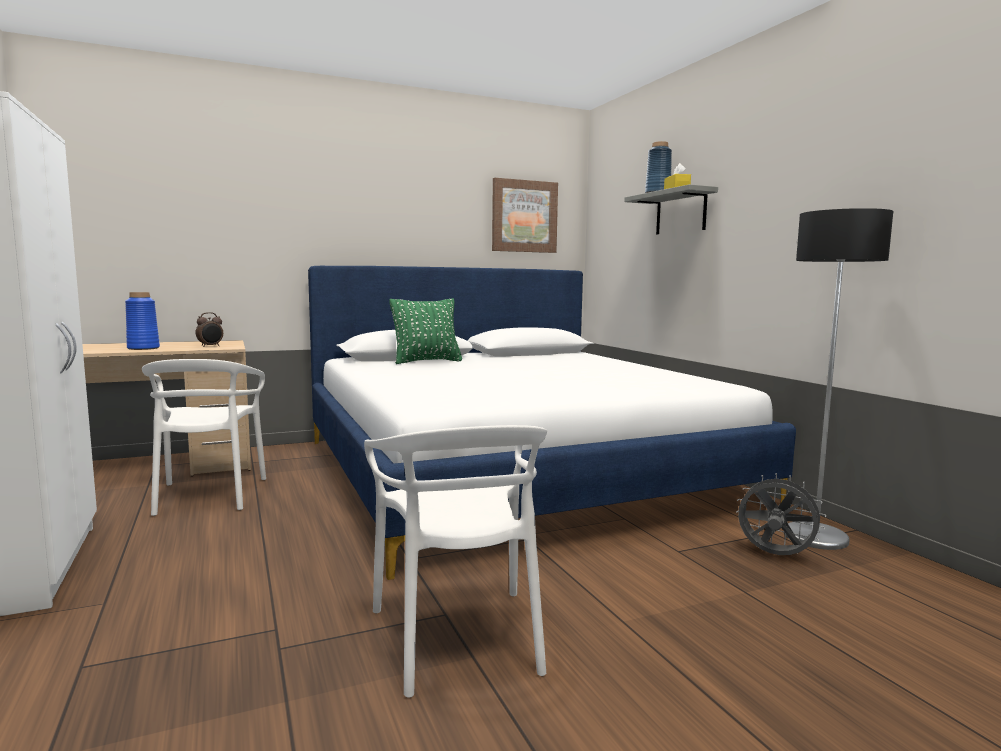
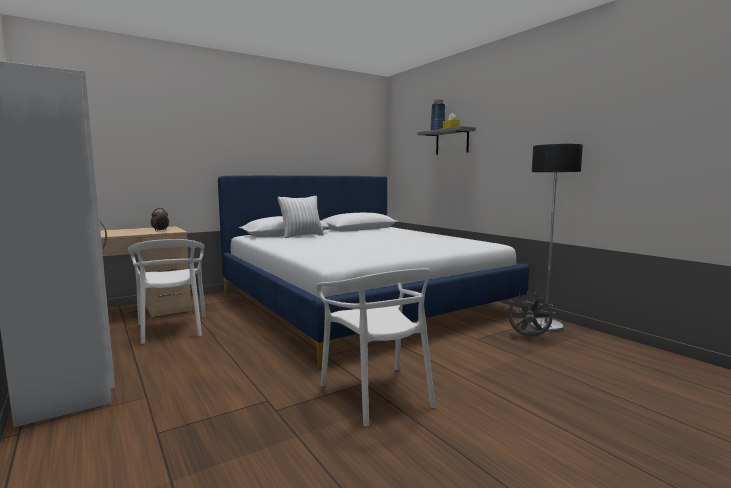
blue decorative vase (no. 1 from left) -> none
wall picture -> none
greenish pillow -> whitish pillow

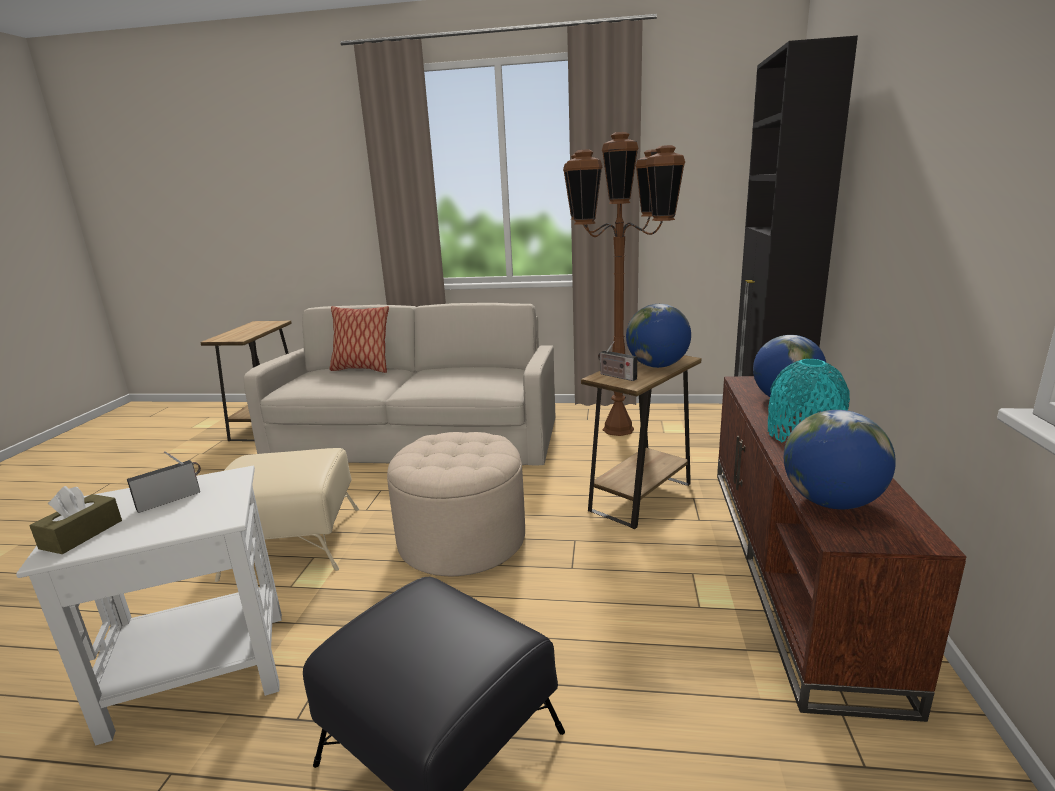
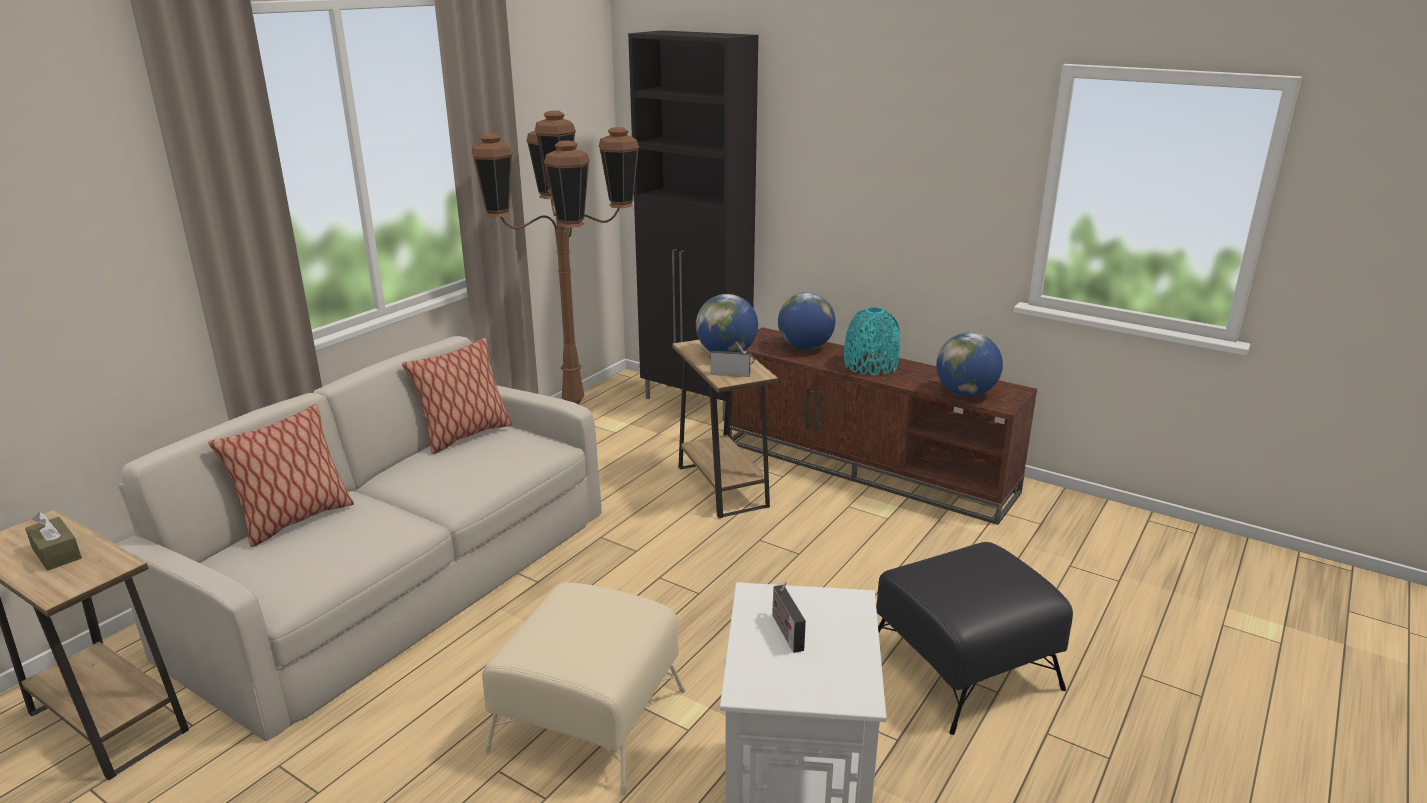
beige-coloured pouffe (no. 2 from left) -> none
none -> pillow (no. 2 from left)
brown box of tissues, shifted
radio (no. 2 from left in the first image) -> radio (no. 1 from left), 150 degrees counterclockwise

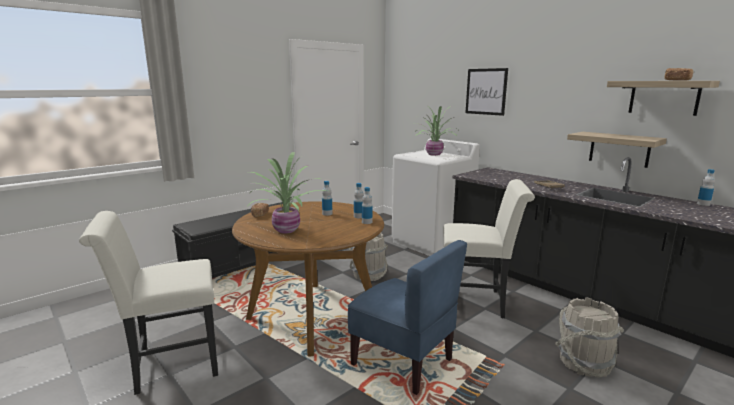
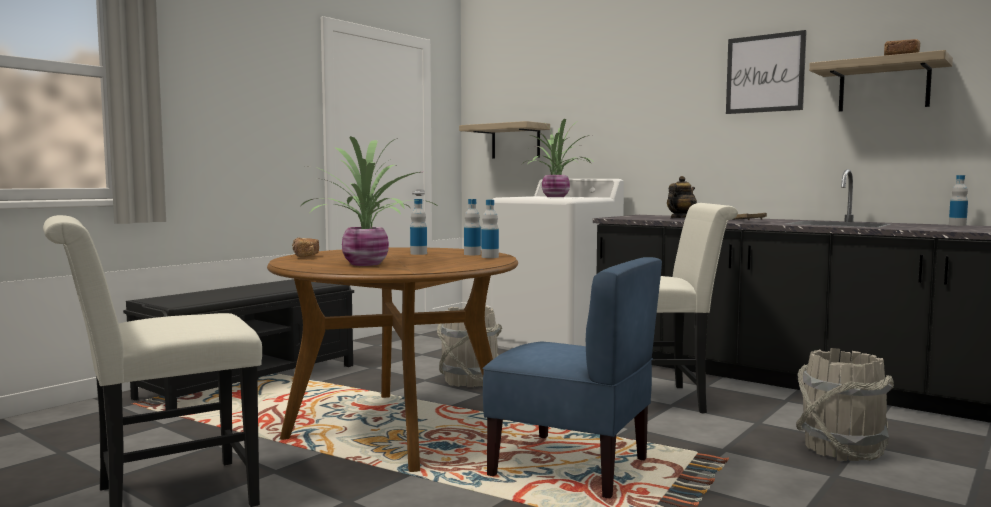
none -> pot for tea
wall picture, shifted
bracket shelf (no. 1 from left), shifted

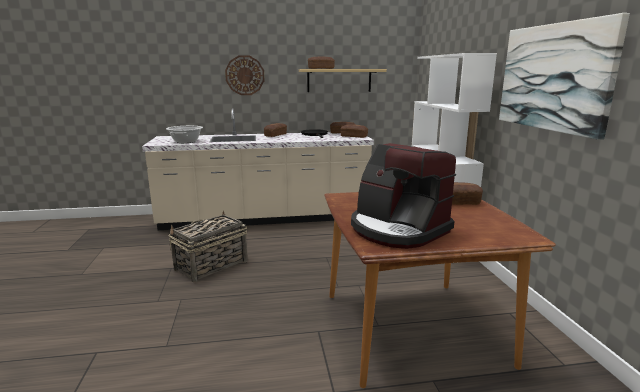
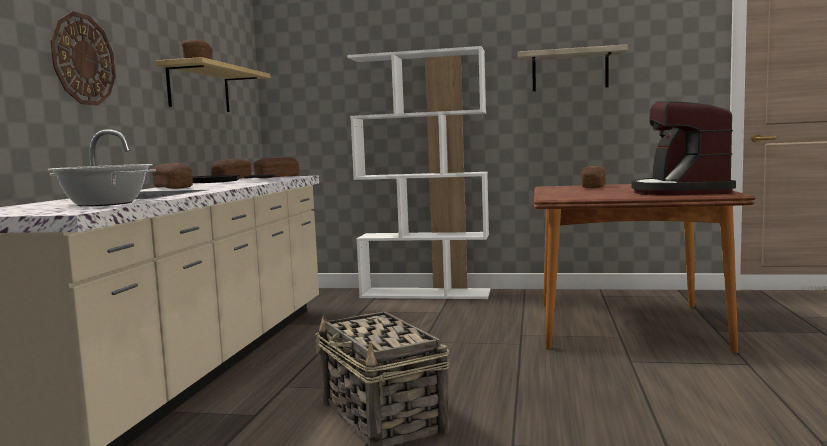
wall picture -> bracket shelf (no. 2 from left)
coffee machine, 120 degrees clockwise

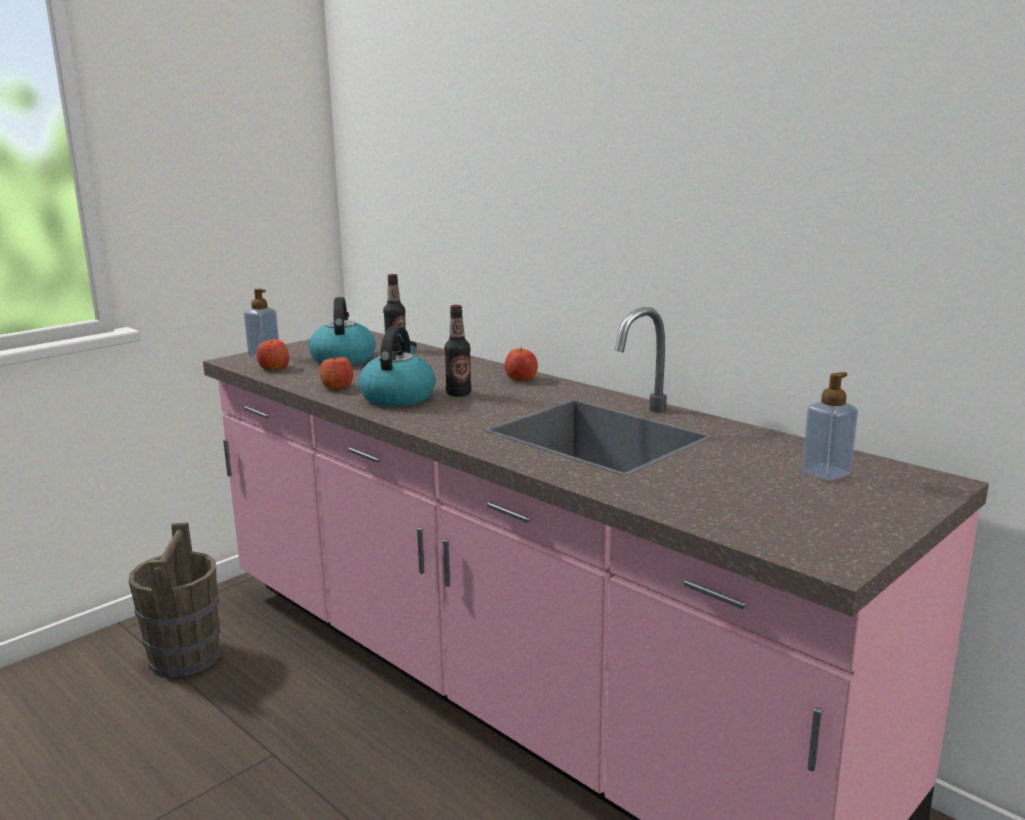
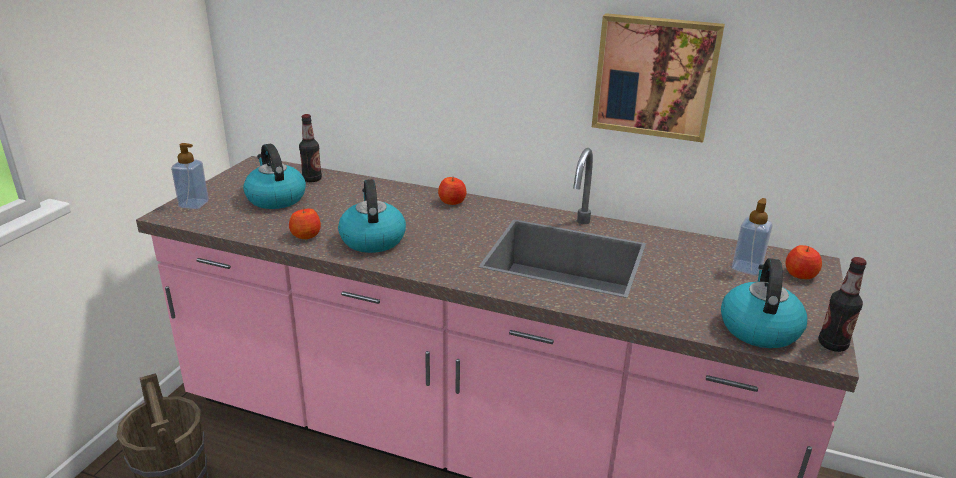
none -> wall picture
none -> kettle (no. 3 from left)
apple fruit (no. 1 from left in the first image) -> apple fruit (no. 3 from left), shifted
drink bottle (no. 2 from left), shifted

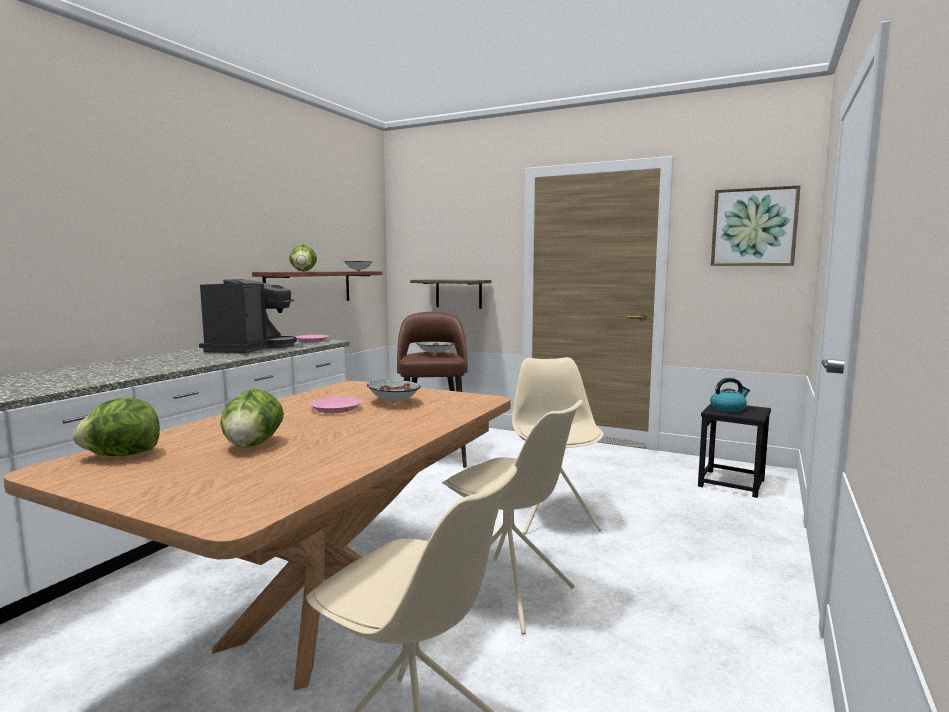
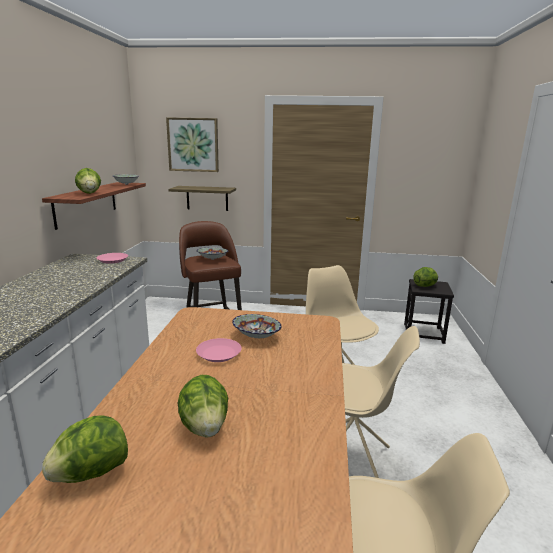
coffee machine -> none
wall picture, shifted
kettle -> lettuce (no. 4 from left)

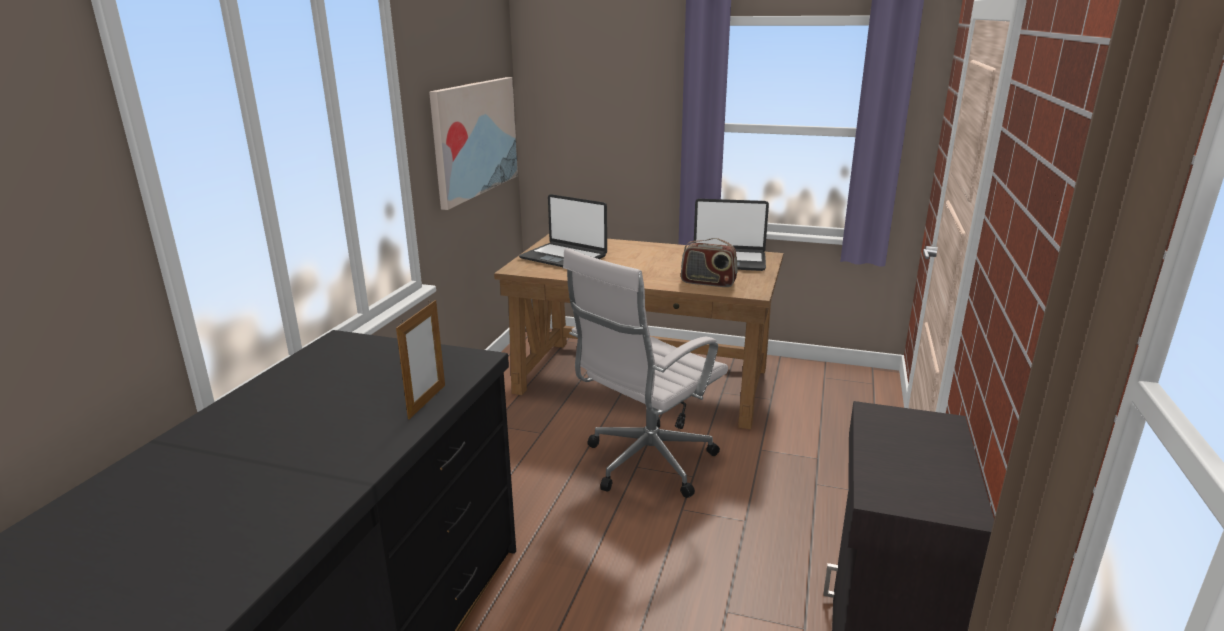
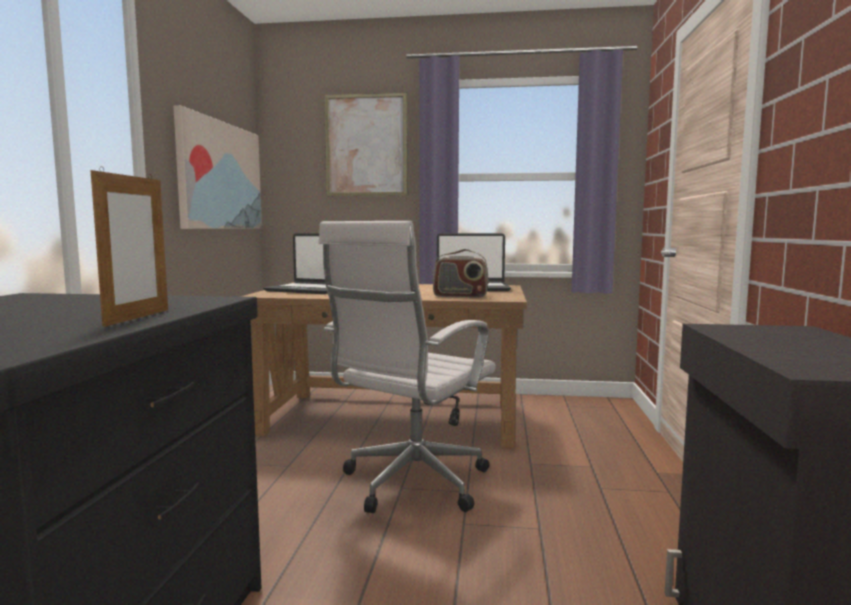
none -> wall picture (no. 2 from left)

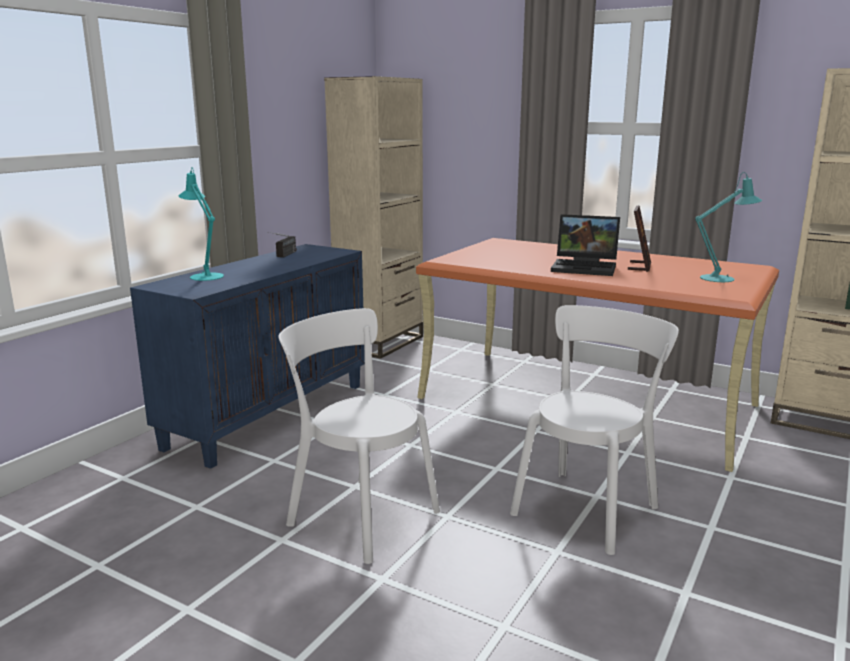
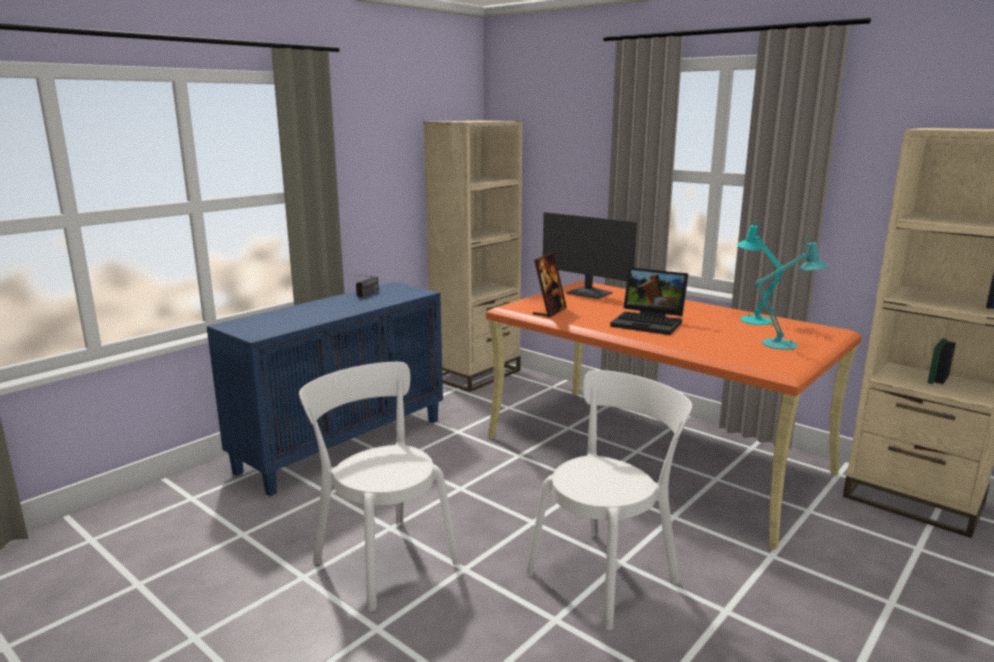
none -> computer display
turquoise-coloured table lamp (no. 1 from left), shifted
standing frame, shifted

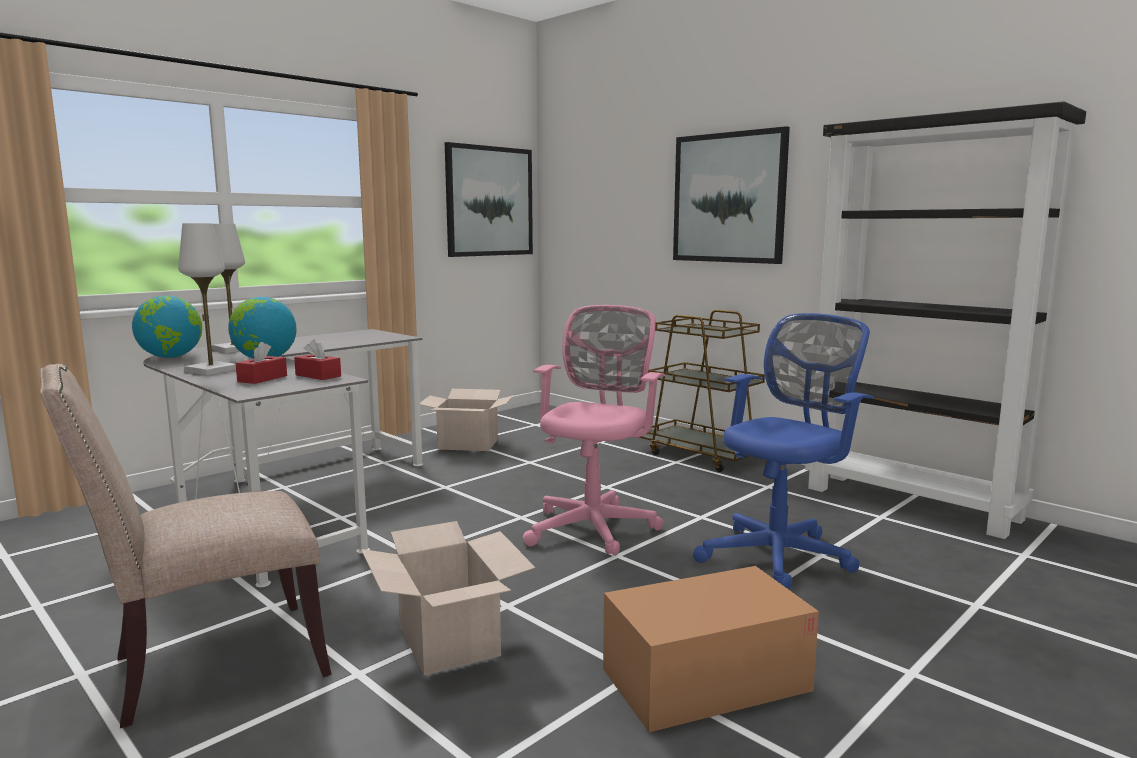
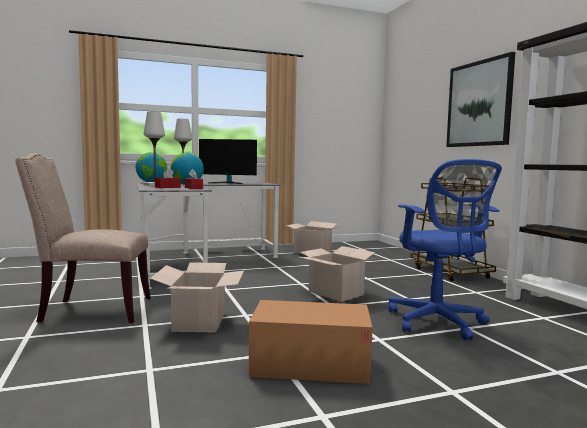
wall picture (no. 1 from left) -> none
none -> computer display
pinkish office chair -> cardboard box (no. 4 from left)
blue office chair, 90 degrees clockwise

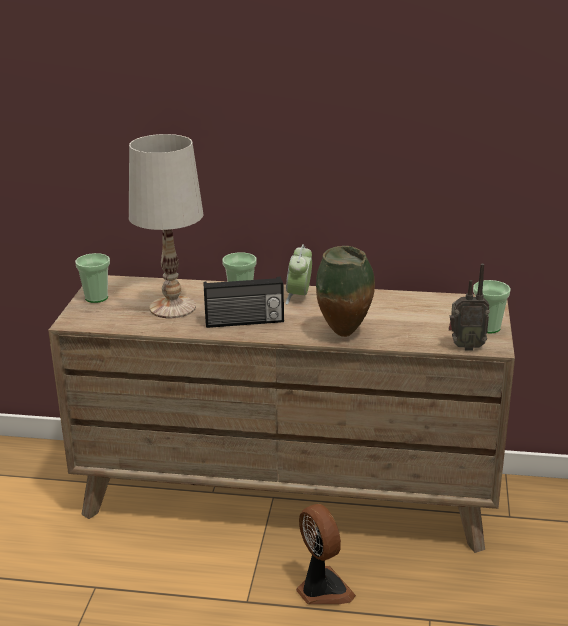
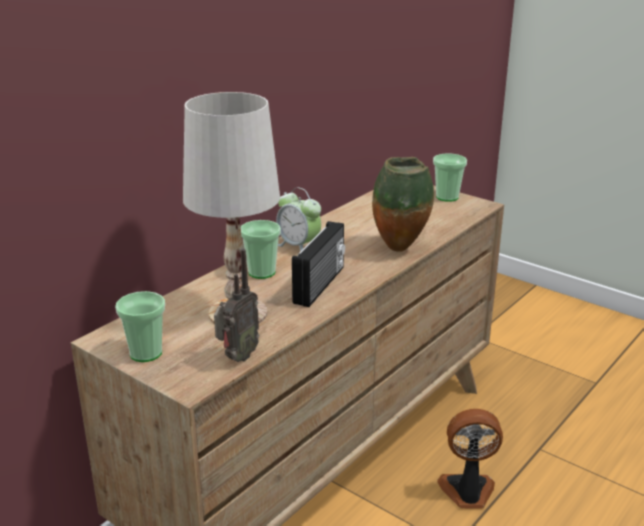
radio (no. 2 from left in the first image) -> radio (no. 1 from left), shifted

